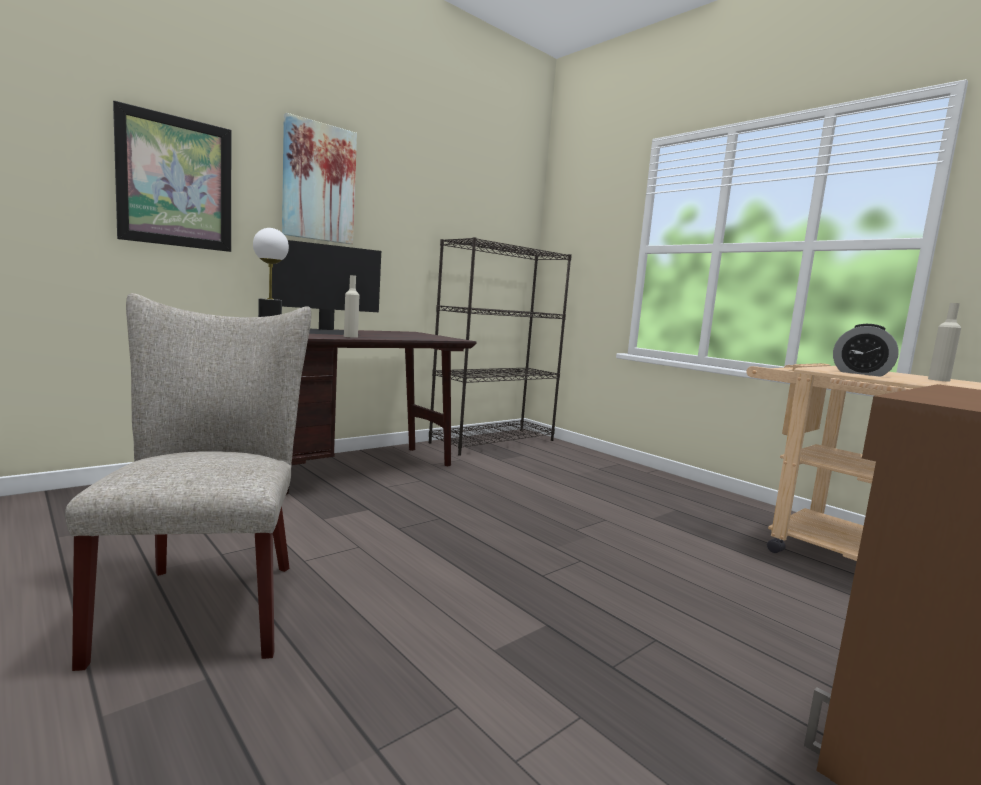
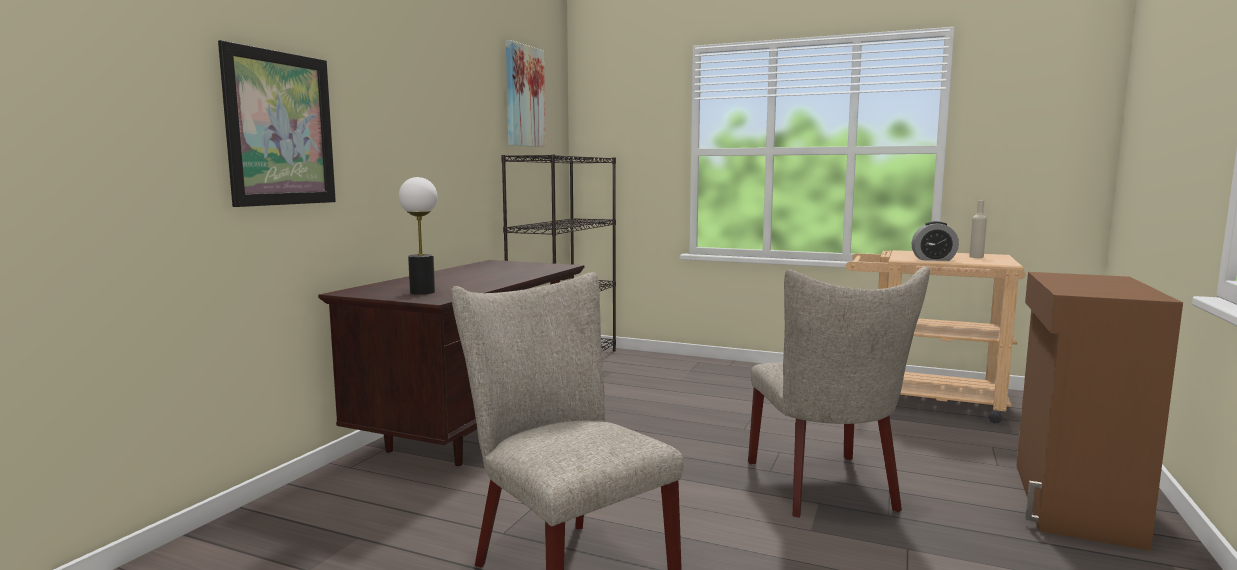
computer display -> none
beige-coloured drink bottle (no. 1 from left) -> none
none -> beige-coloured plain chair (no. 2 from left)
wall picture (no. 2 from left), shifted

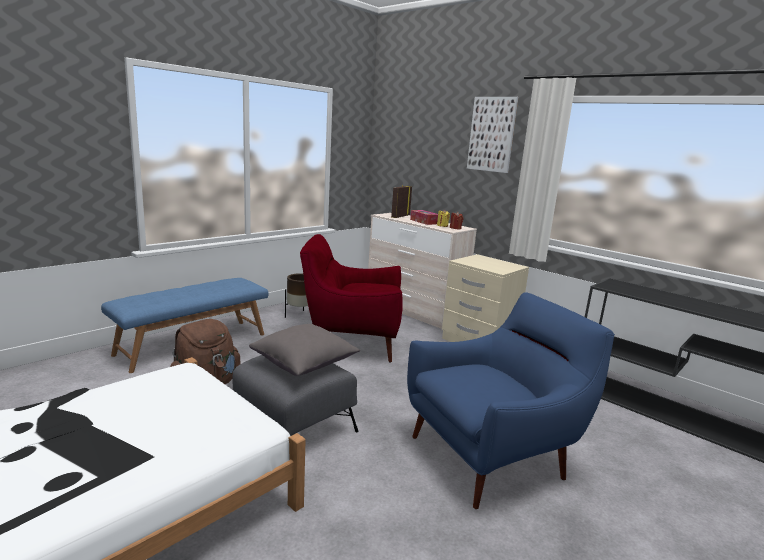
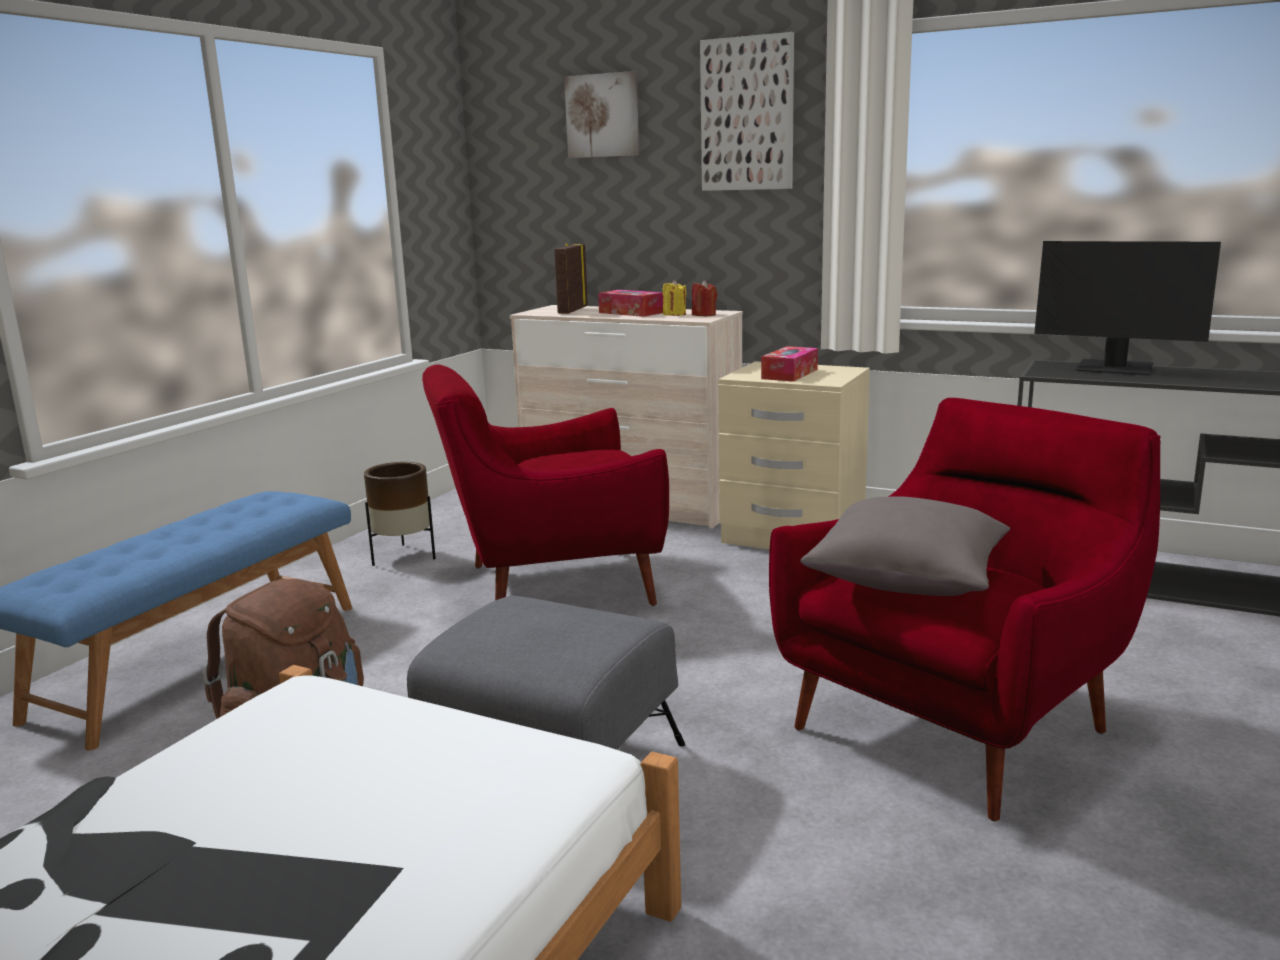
none -> wall picture (no. 1 from left)
none -> box of tissues (no. 2 from left)
none -> computer display
gray pillow, shifted
blue armchair -> red armchair (no. 2 from left)

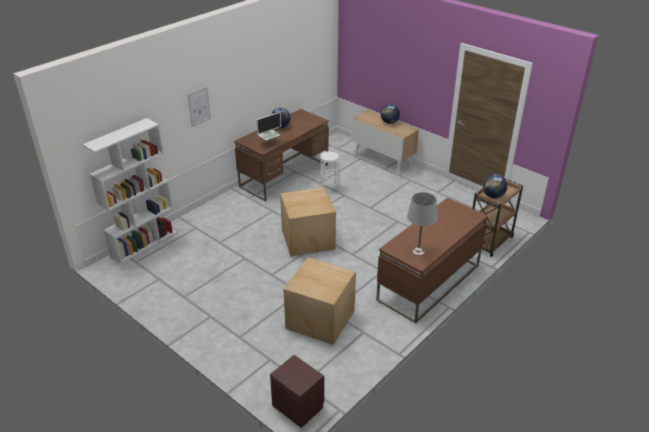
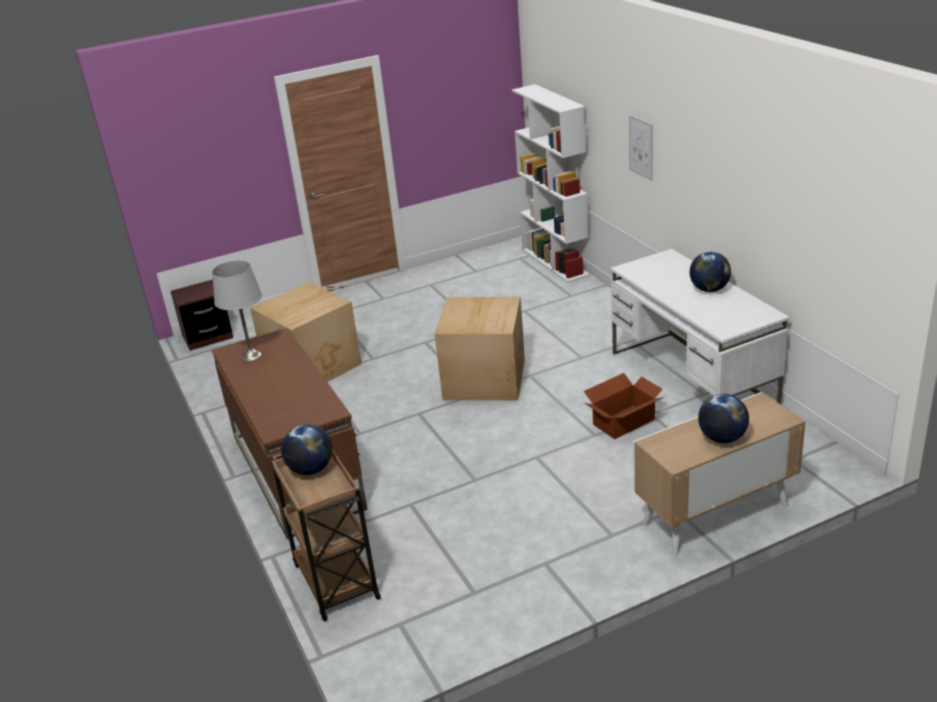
computer display -> none
whitish stool -> cardboard box (no. 3 from left)
brown desk (no. 1 from left) -> whitish desk

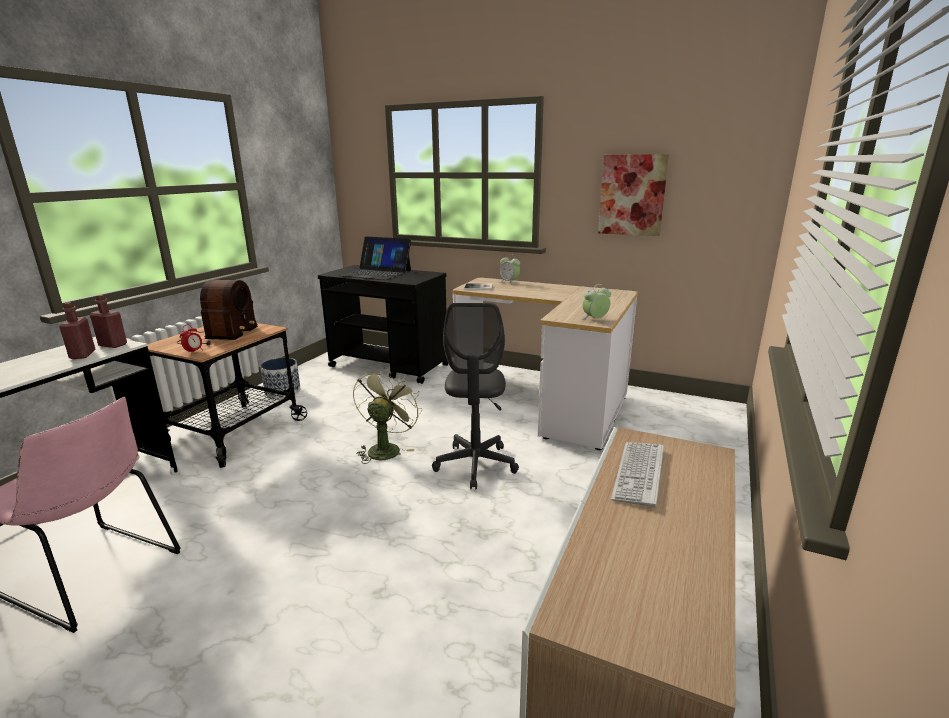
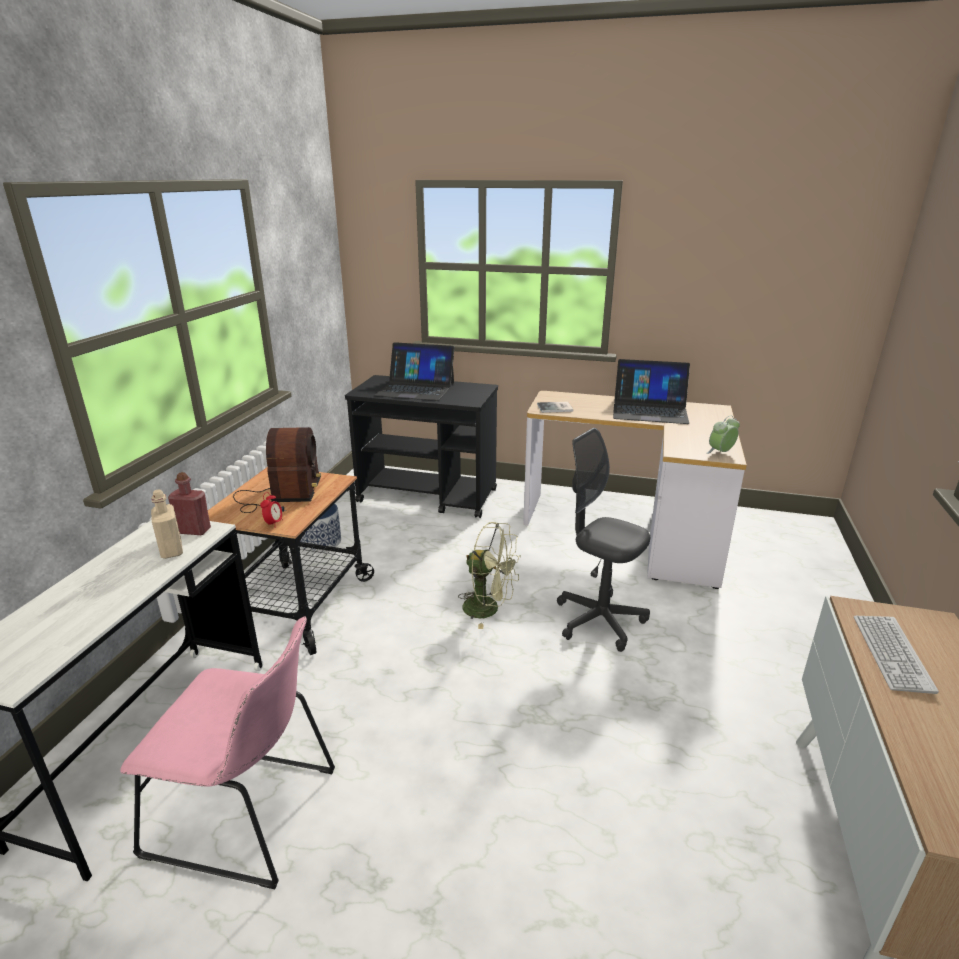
alarm clock (no. 2 from left) -> none
wall picture -> none
none -> portable computer (no. 2 from left)
red drink bottle (no. 1 from left) -> beige-coloured drink bottle
greenish fan, 105 degrees clockwise
gray office chair, 135 degrees clockwise

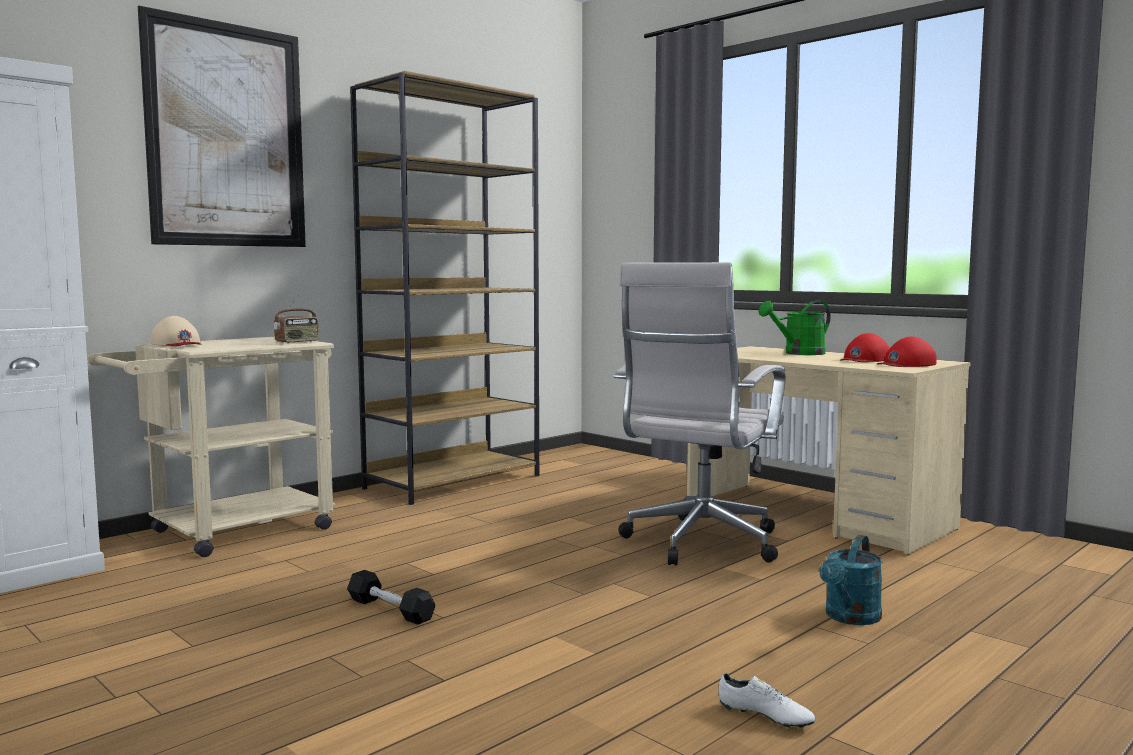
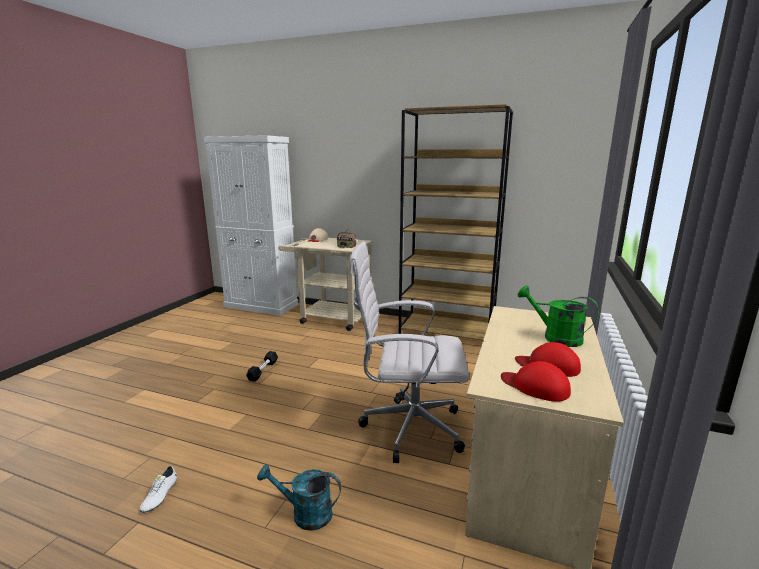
wall picture -> none

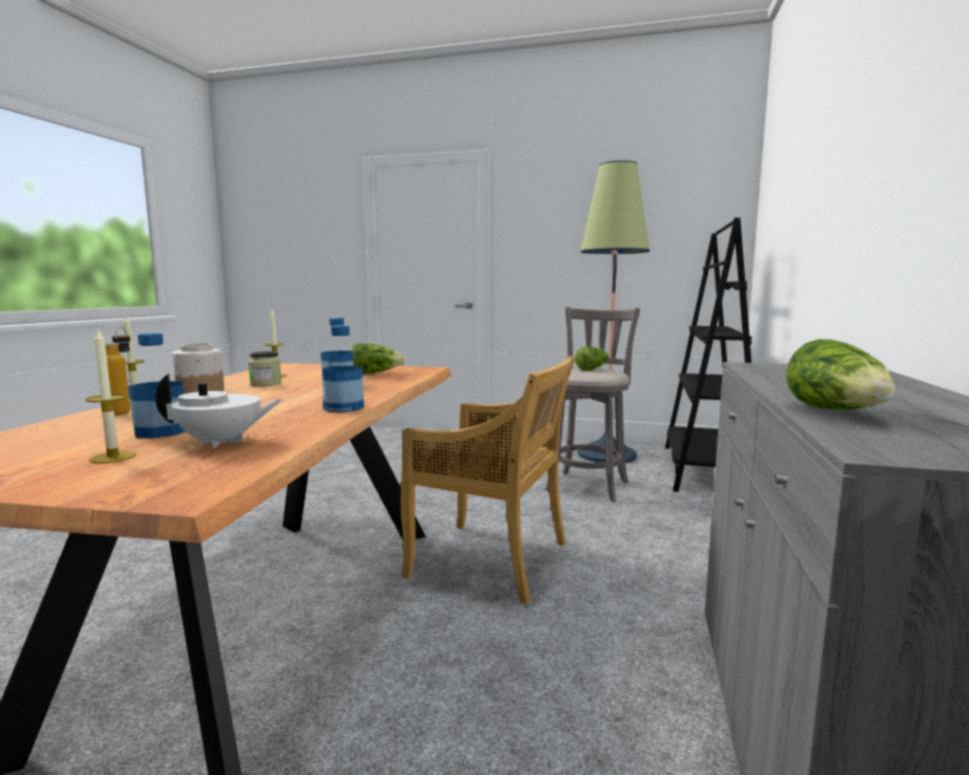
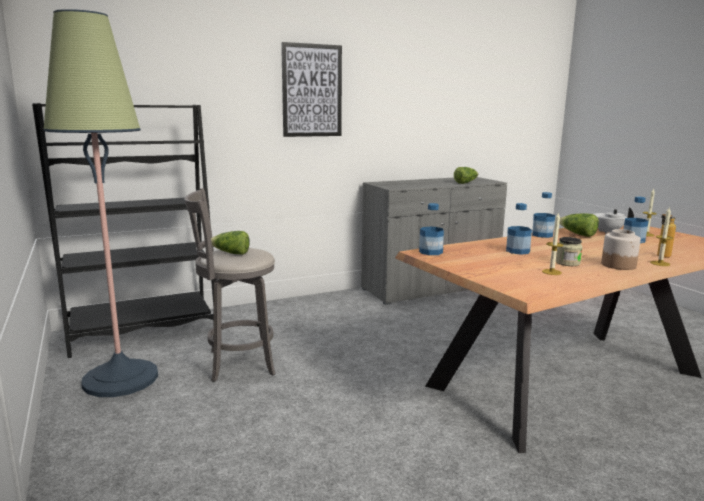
beige-coloured plain chair -> none
none -> wall picture
none -> drink bottle (no. 1 from left)
lettuce (no. 1 from left in the first image) -> lettuce (no. 3 from left), shifted

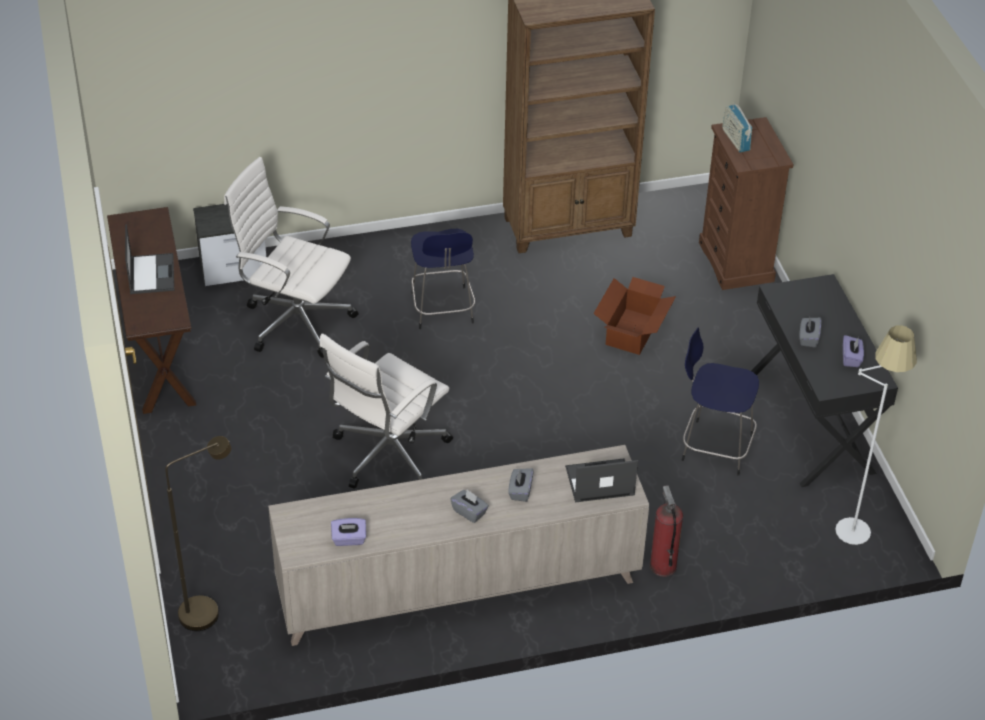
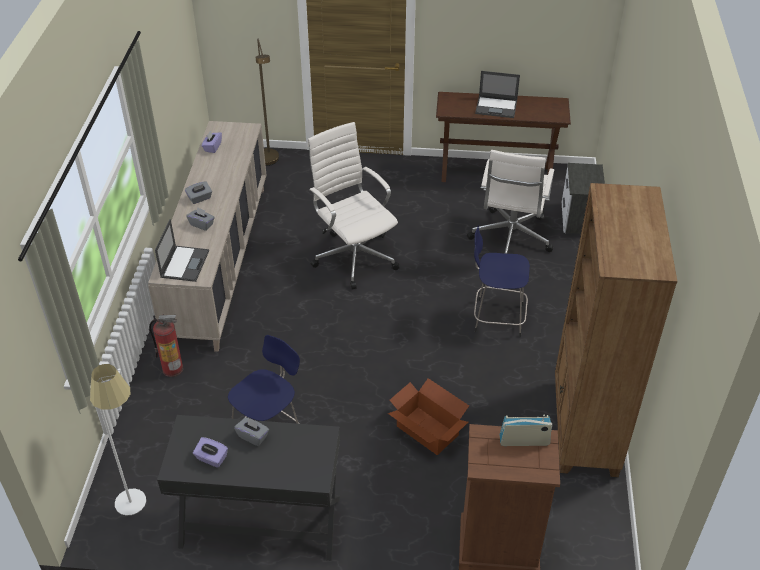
whitish office chair (no. 1 from left in the first image) -> whitish office chair (no. 2 from left), 150 degrees clockwise

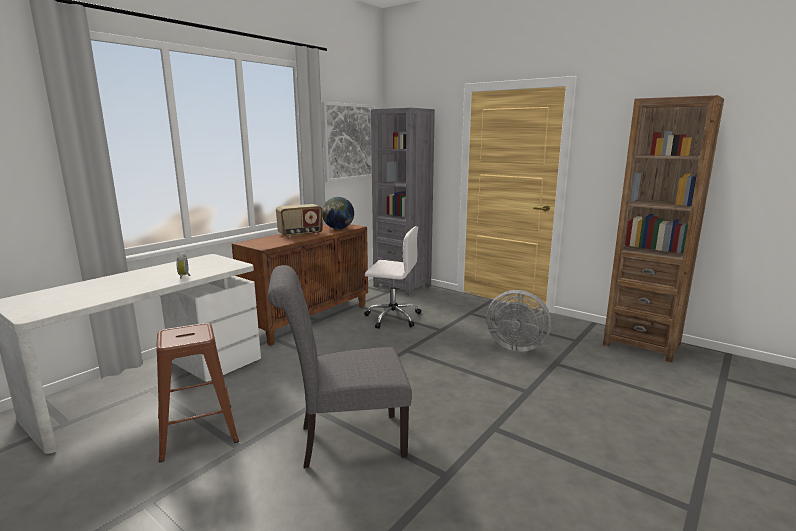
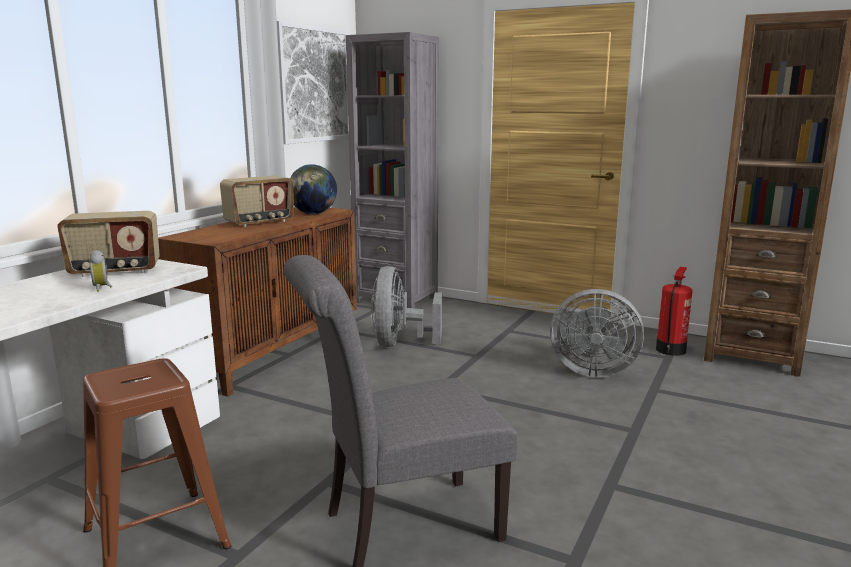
none -> radio (no. 1 from left)
none -> extinguisher
whitish office chair -> gray fan (no. 1 from left)

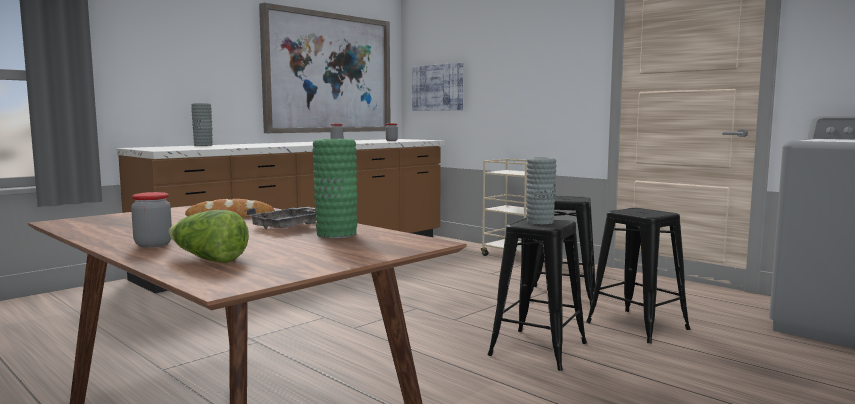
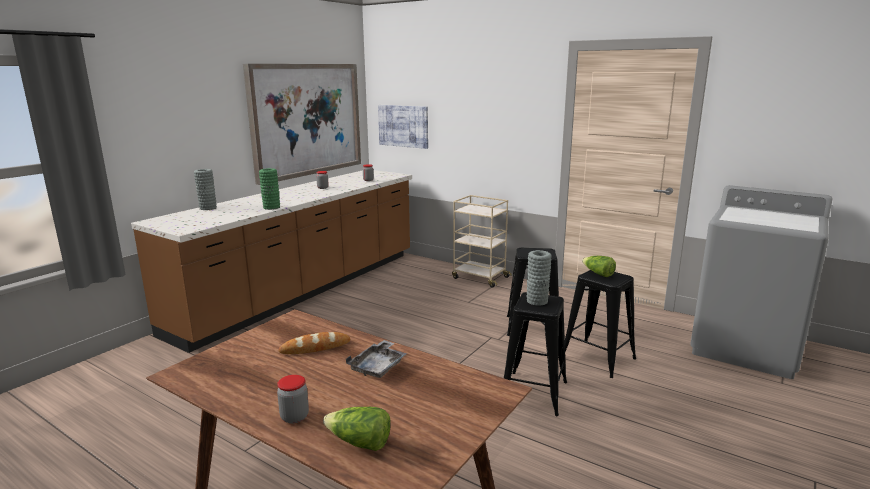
none -> lettuce (no. 2 from left)
greenish decorative vase, shifted

